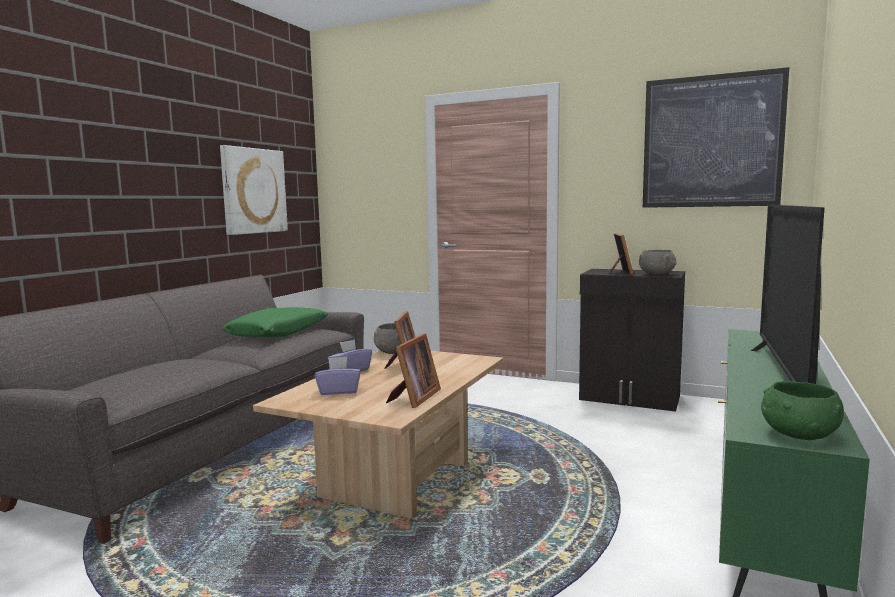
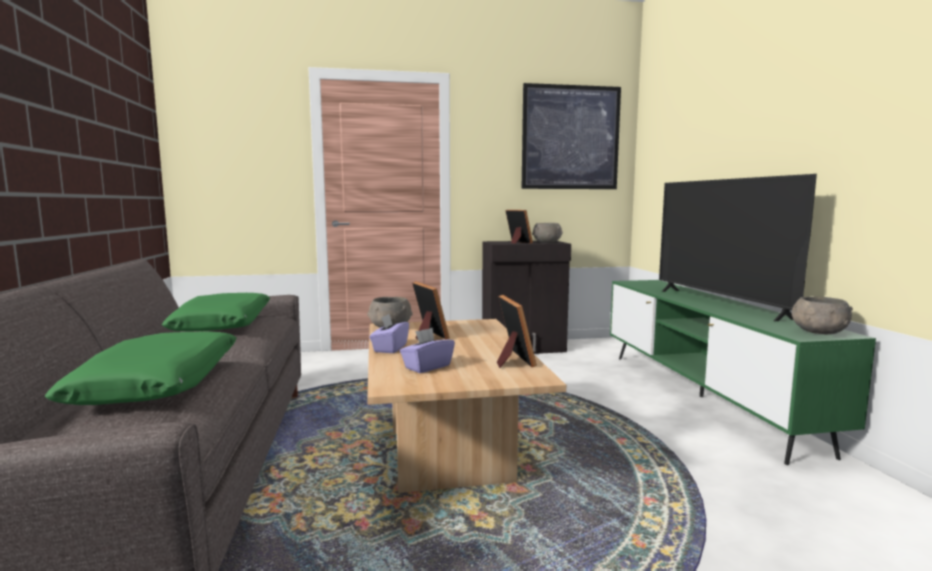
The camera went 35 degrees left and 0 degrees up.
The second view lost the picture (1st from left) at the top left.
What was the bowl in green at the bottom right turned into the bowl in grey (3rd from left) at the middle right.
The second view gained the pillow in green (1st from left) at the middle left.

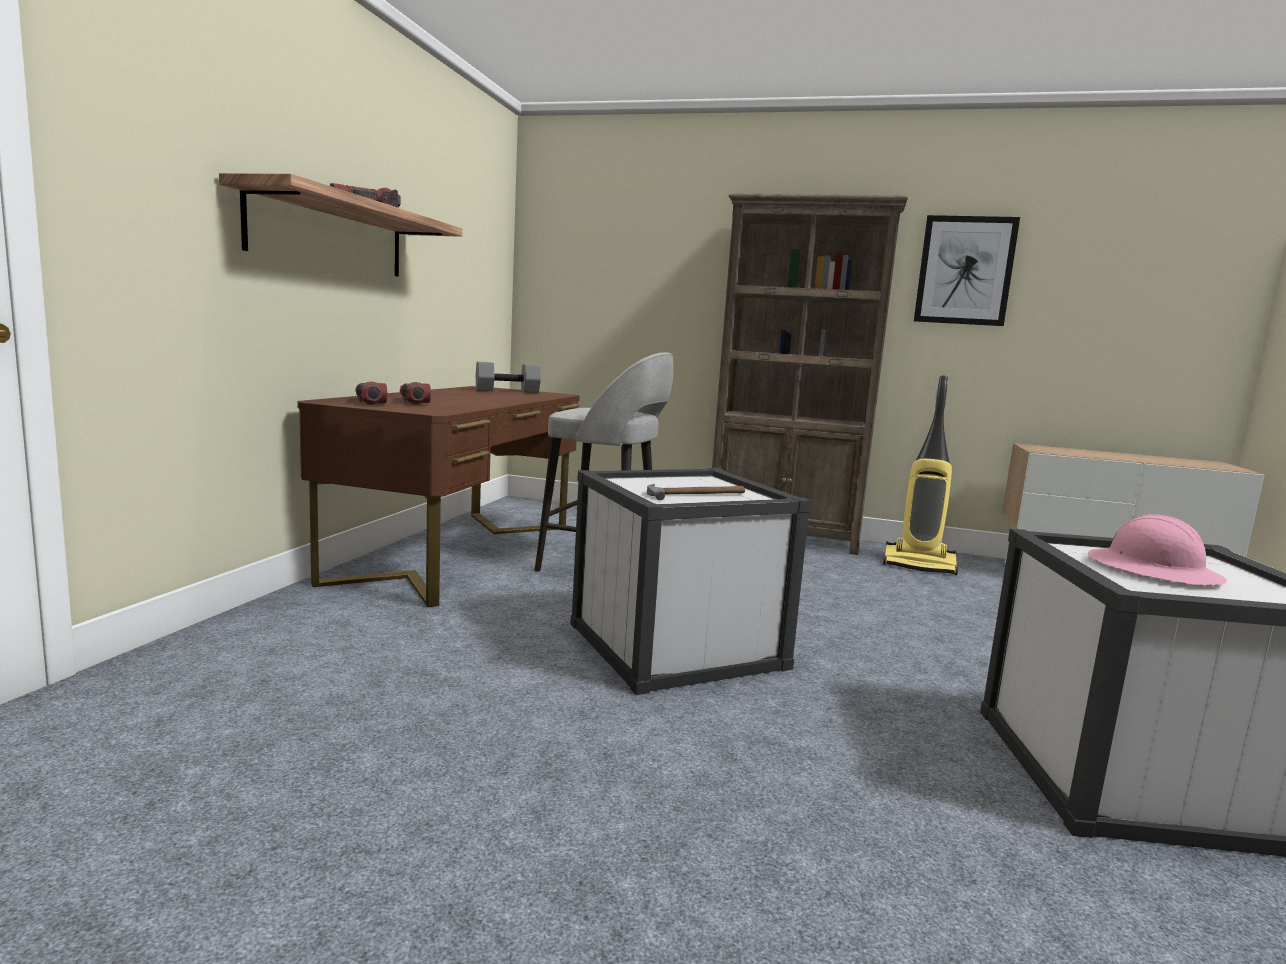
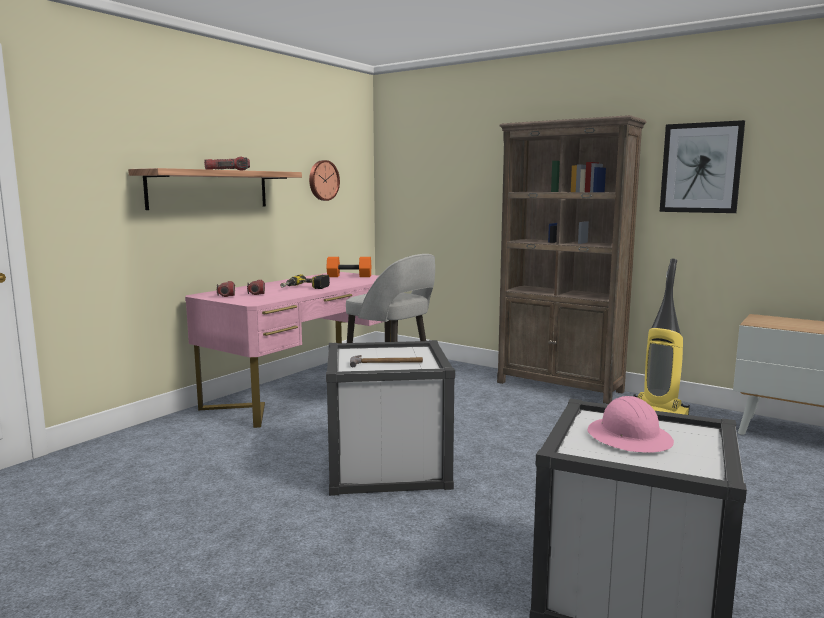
The camera went 20 degrees right and 0 degrees up.
What was the desk in brown at the centre turned into the desk in pink at the centre.
What was the dumbbell in grey at the centre turned into the dumbbell in orange at the centre.
The second view gained the power drill at the centre.
The second view gained the wall clock at the top centre.

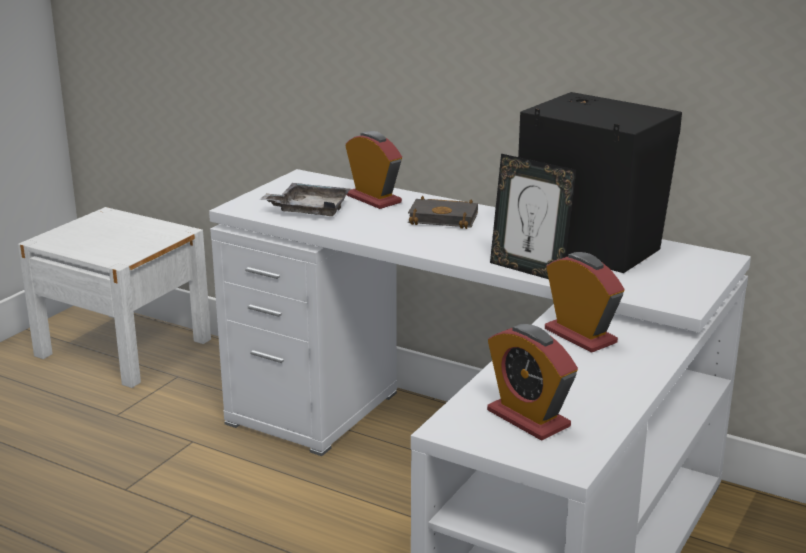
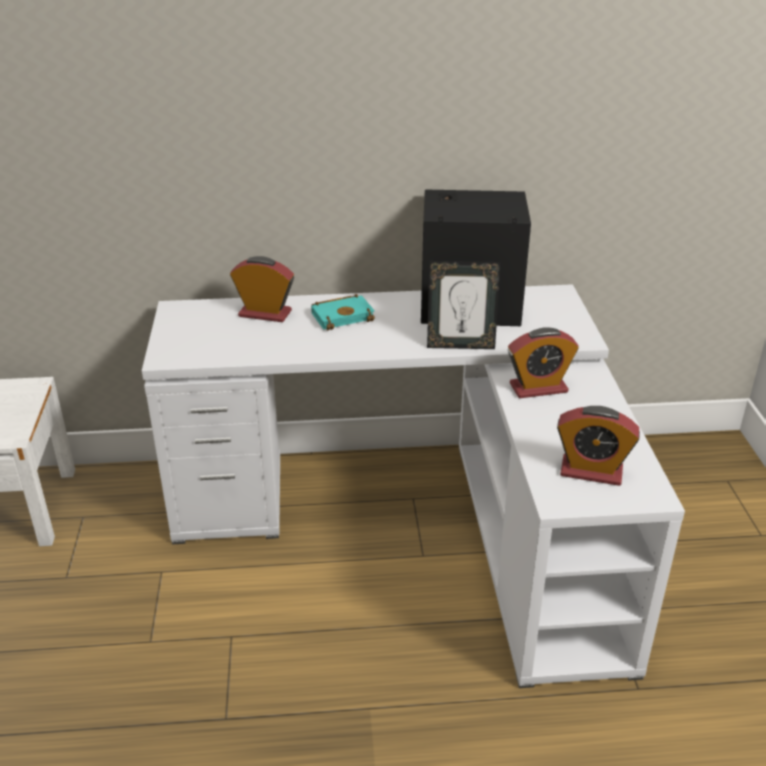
The camera went 35 degrees left and 10 degrees up.
The second view lost the tray in grey at the centre.
What was the book in black at the centre turned into the book in turquoise at the centre.
The alarm clock (3rd from left in the first image) at the middle right ended up facing another way, 150 degrees clockwise from before.

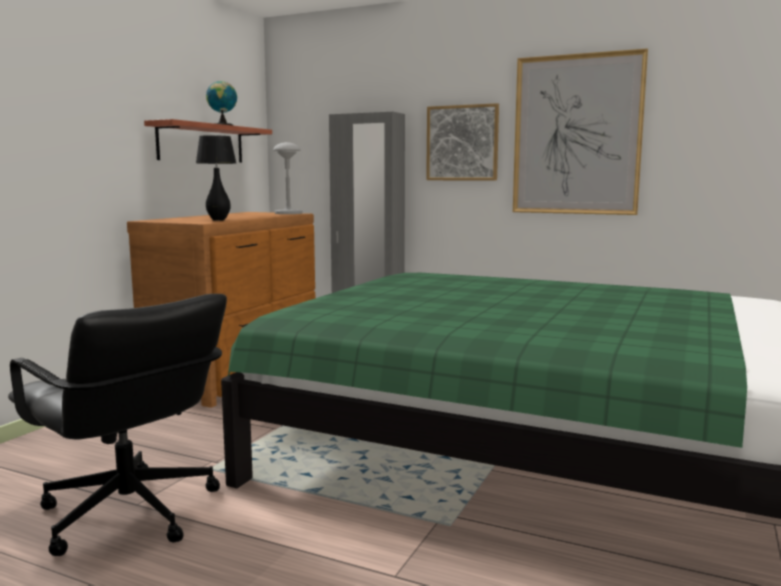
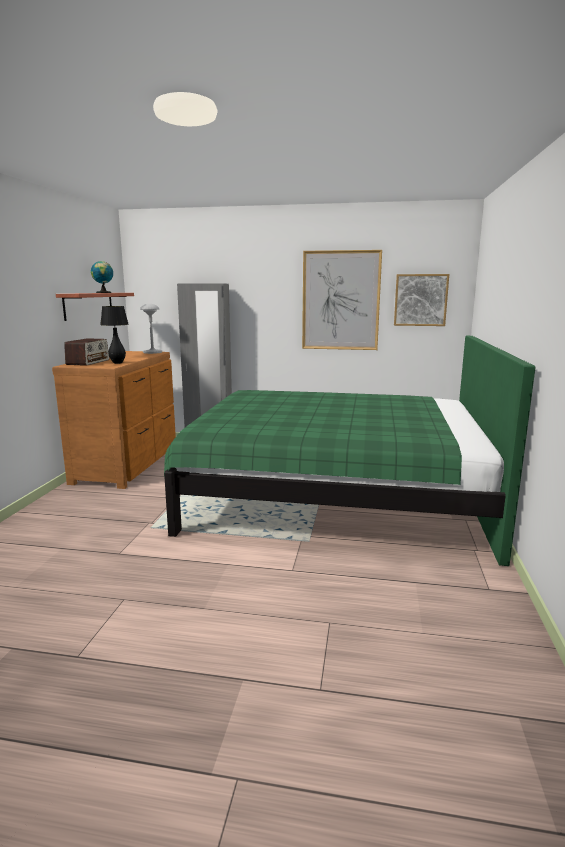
The camera went 15 degrees left and 5 degrees up.
The second view lost the office chair in black at the bottom left.
The picture (1st from left in the first image) ended up elsewhere, having gone from the top centre to the middle right.
The second view gained the radio at the middle left.

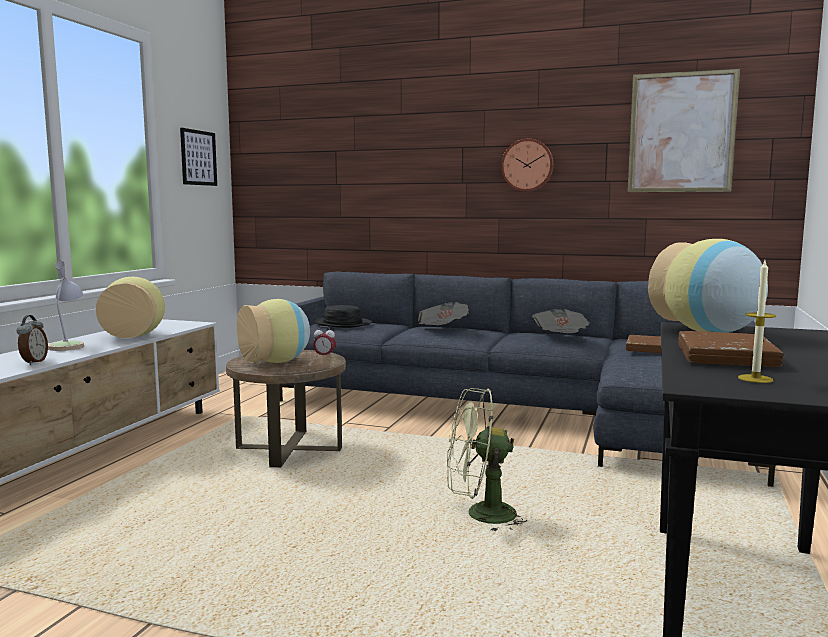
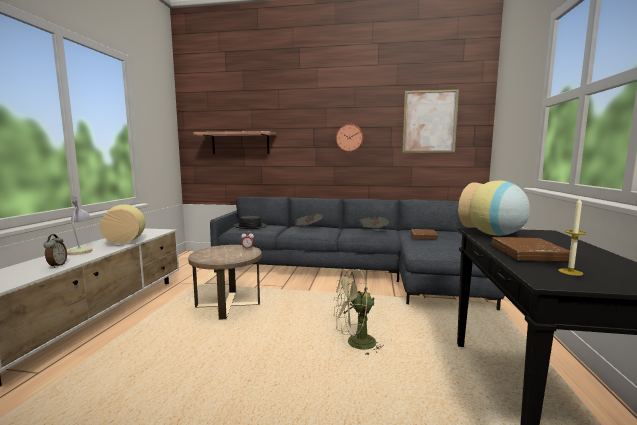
The camera went 10 degrees left and 0 degrees up.
The second view lost the picture (1st from left) at the top left.
The second view lost the vase (2nd from left) at the middle left.
The second view gained the shelf at the centre.

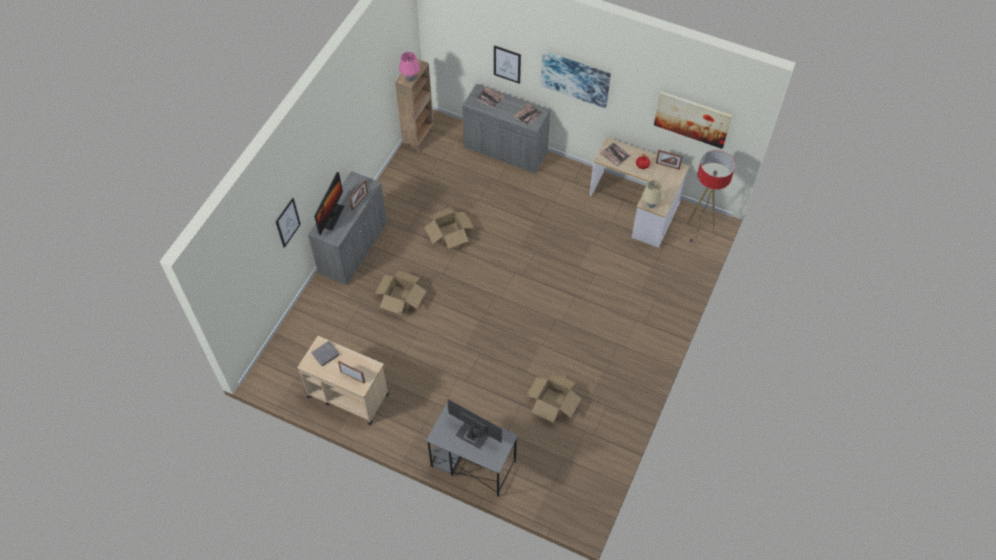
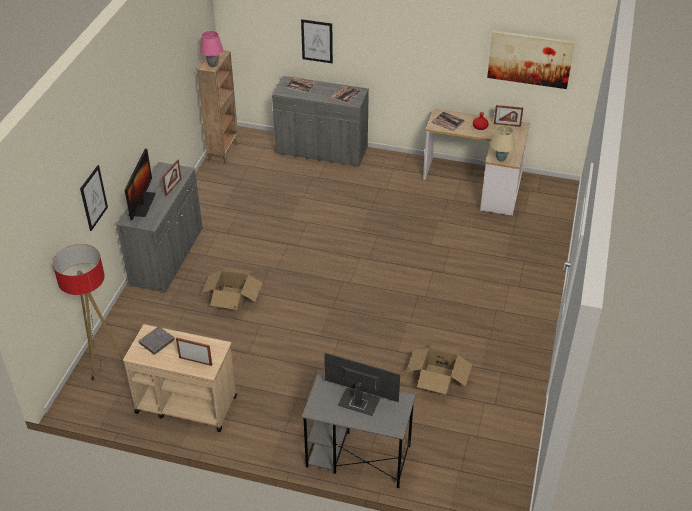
The camera went 10 degrees left and 15 degrees down.
The second view lost the cardboard box (2nd from left) at the centre.
The second view lost the picture (3rd from left) at the top centre.
The floor lamp ended up elsewhere, having gone from the middle right to the middle left.

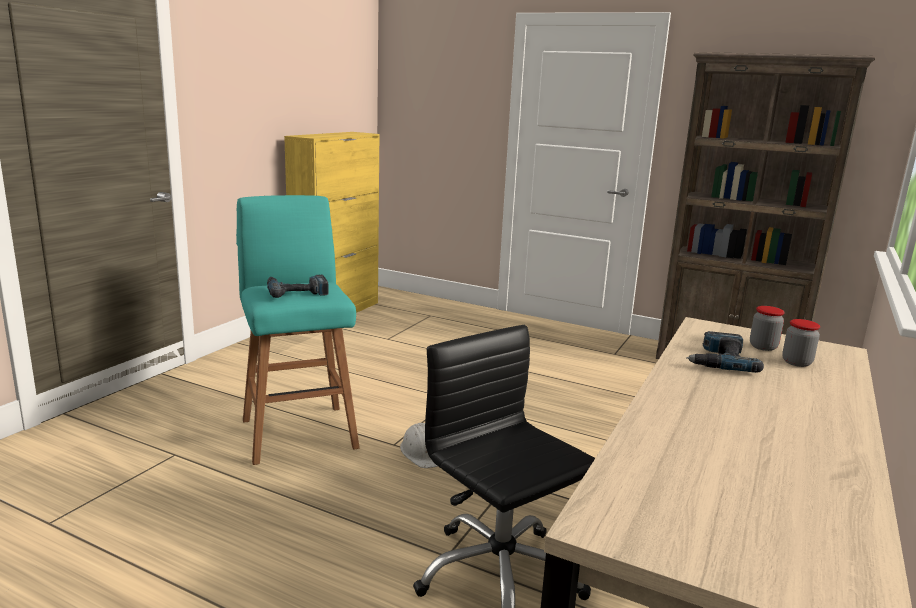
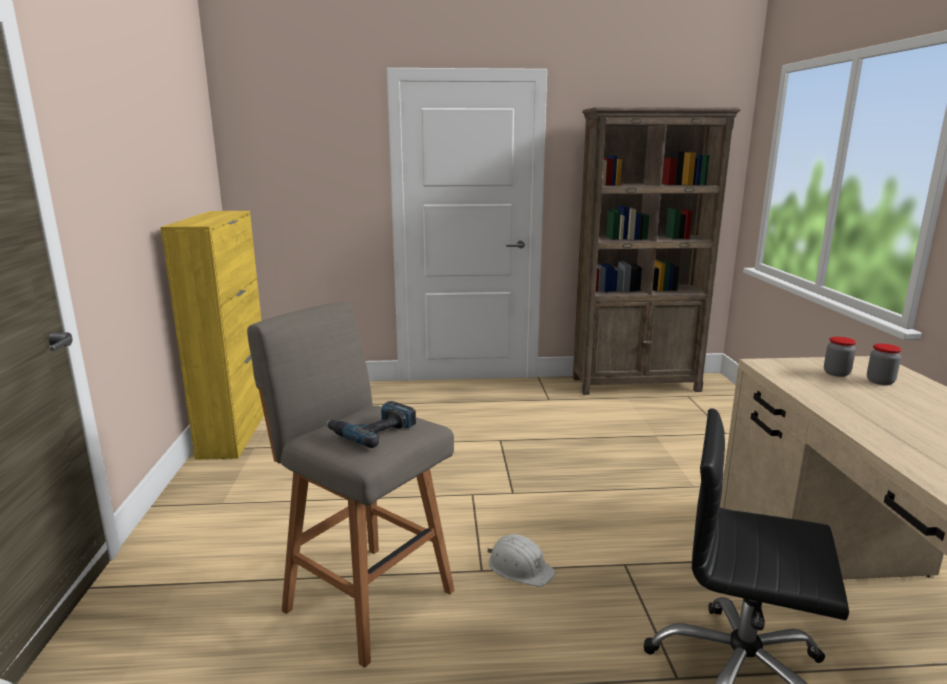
The camera went 30 degrees left and 0 degrees up.
What was the stool in turquoise at the middle left turned into the stool in grey at the bottom centre.
The second view lost the power drill (2nd from left) at the middle right.

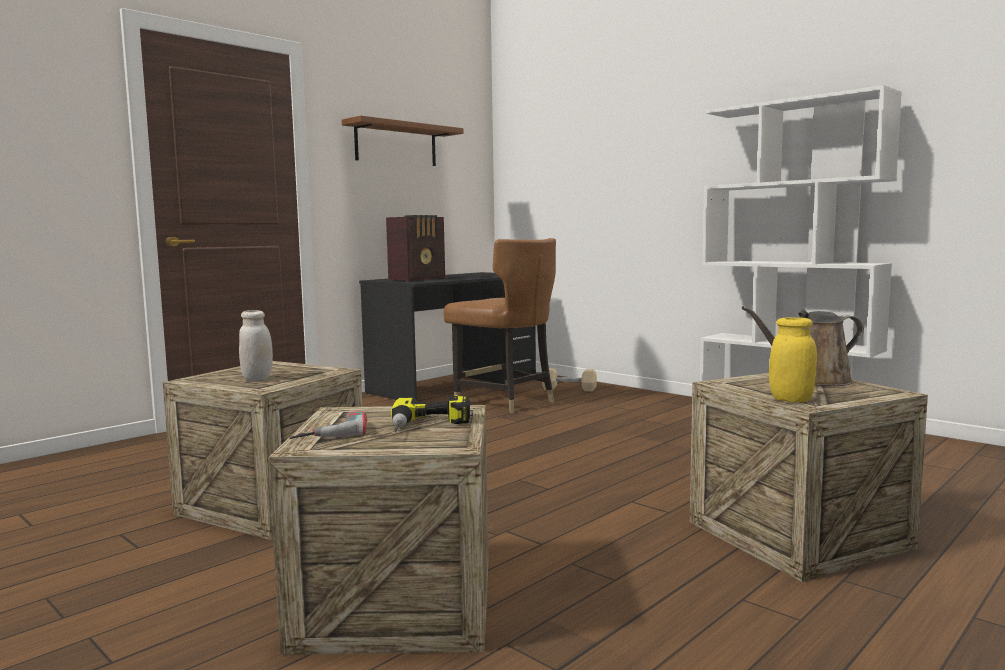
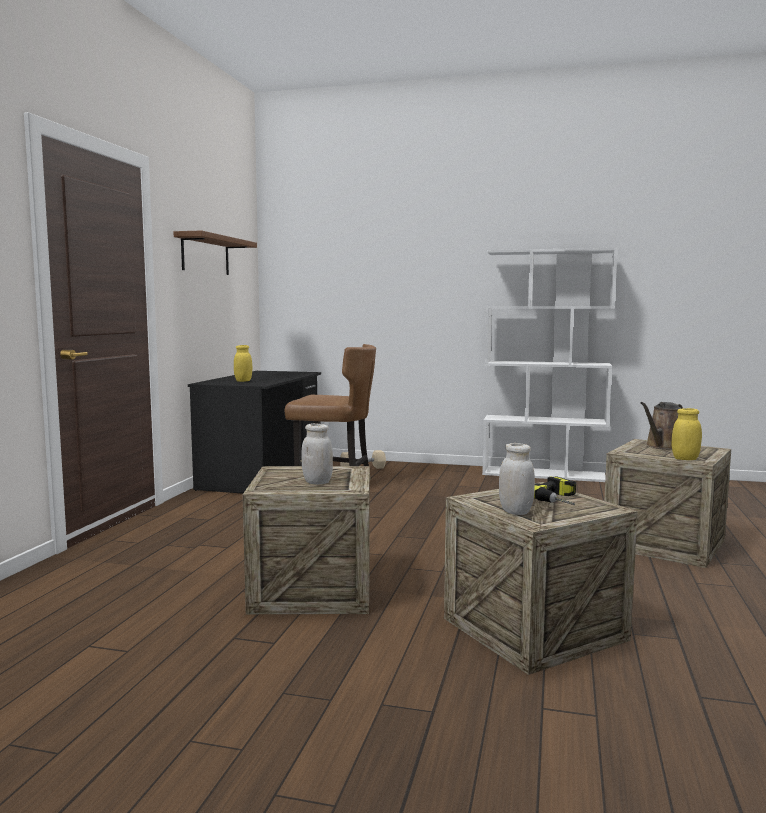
The camera went 30 degrees left and 0 degrees up.
Where the power drill (1st from left) stood at the middle left, the jar in white (2nd from left) came to stand at the middle right.
Where the radio stood at the centre, the jar in yellow (1st from left) came to stand at the middle left.

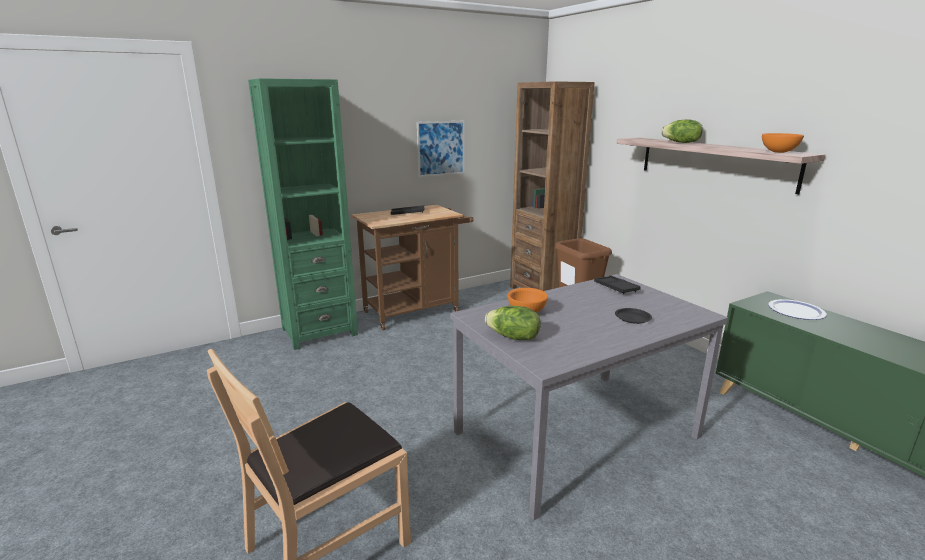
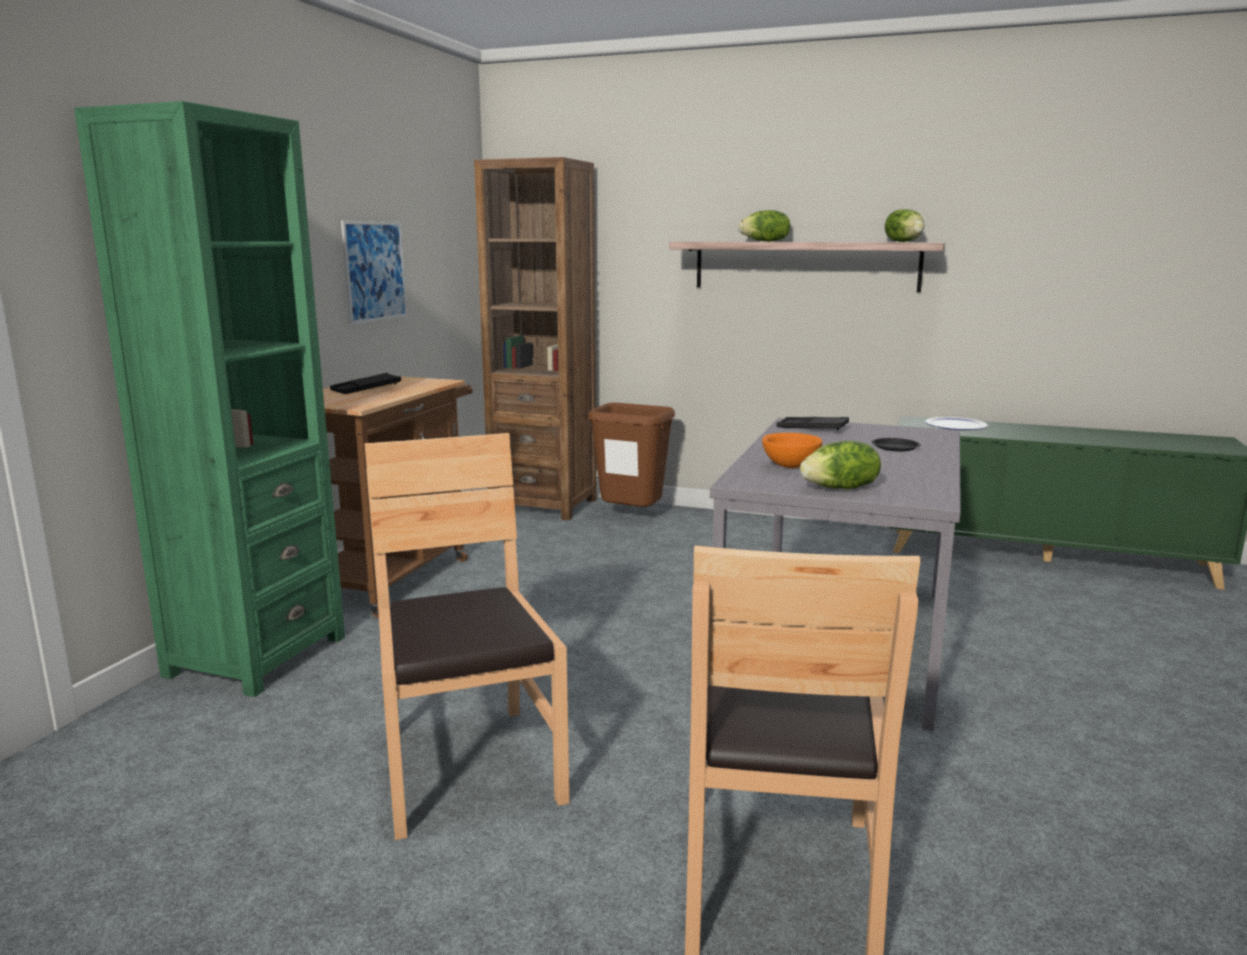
The camera went 40 degrees left and 5 degrees down.
Where the bowl in orange (2nd from left) stood at the top right, the lettuce (3rd from left) came to stand at the top right.
The second view gained the chair in brown (1st from left) at the centre.

